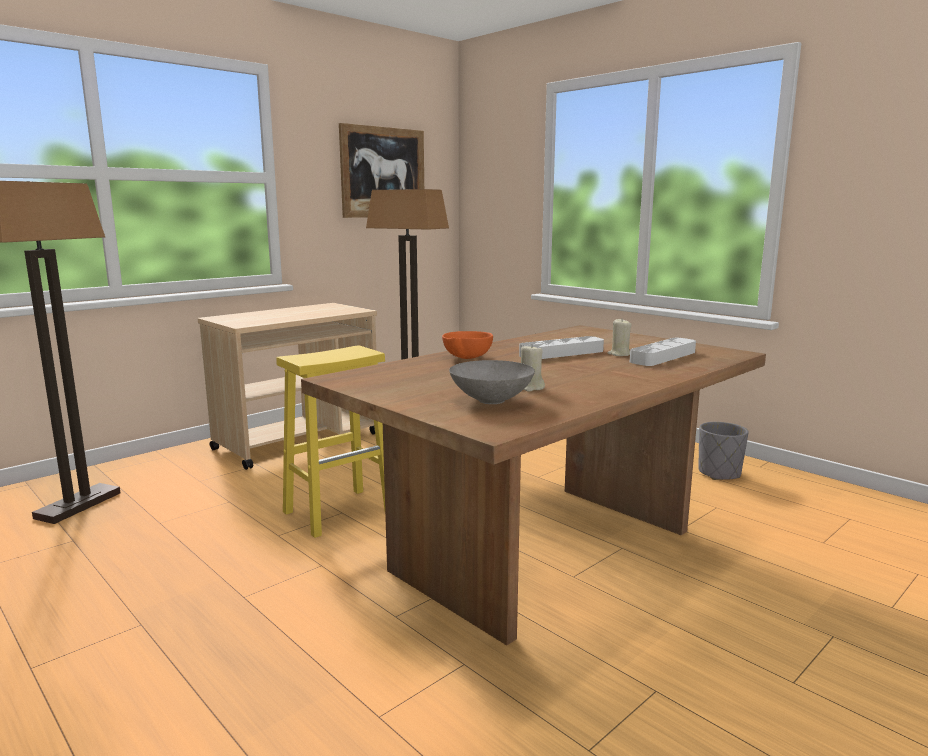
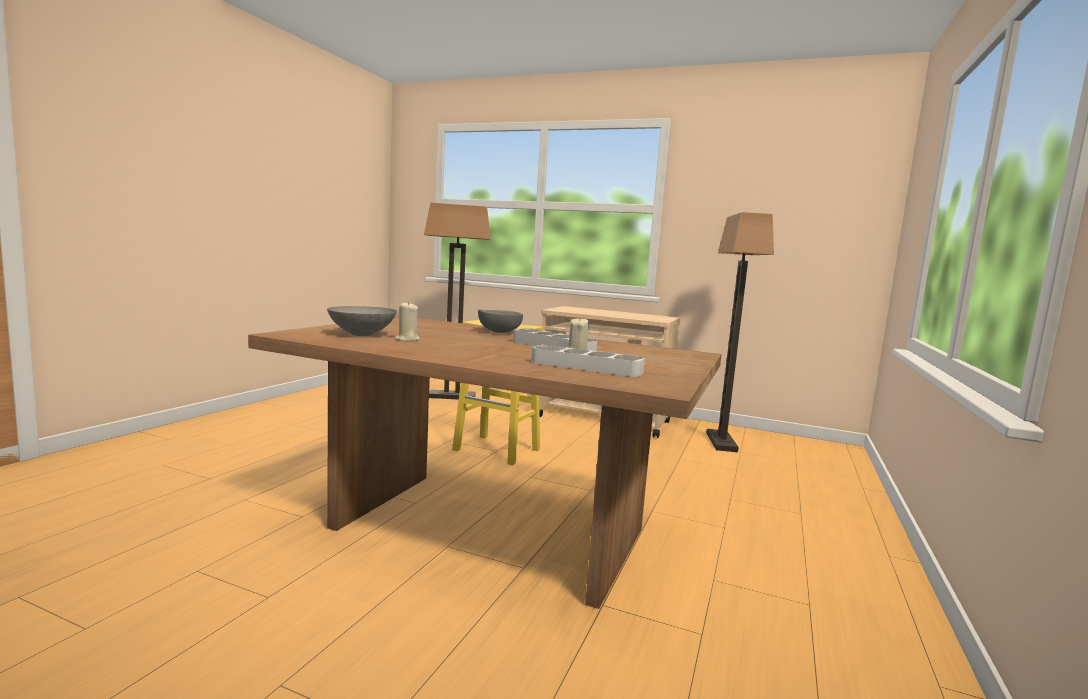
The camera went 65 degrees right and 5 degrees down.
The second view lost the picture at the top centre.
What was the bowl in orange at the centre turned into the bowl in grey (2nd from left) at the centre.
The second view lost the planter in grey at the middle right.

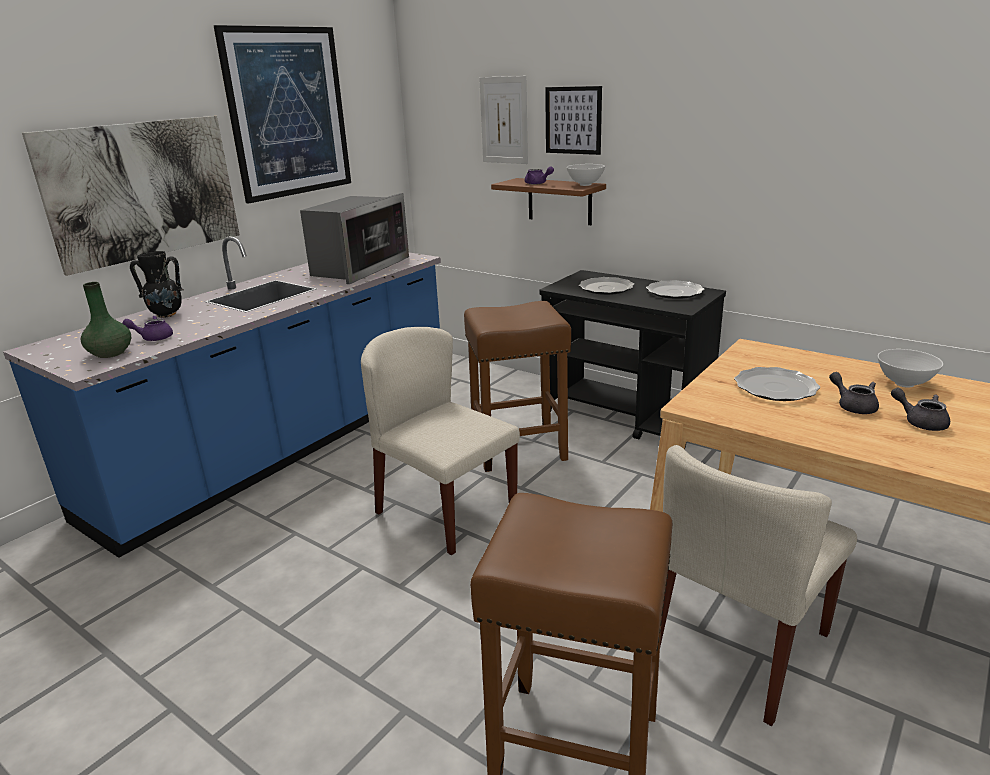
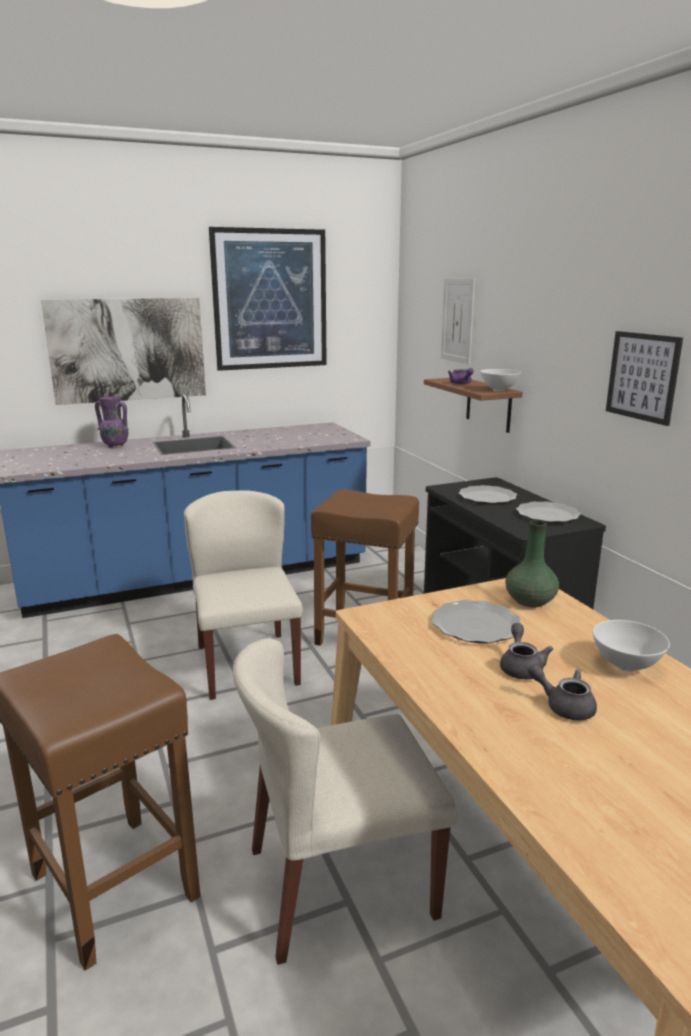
The camera went 30 degrees right and 5 degrees down.
The vase in green ended up elsewhere, having gone from the middle left to the middle right.
The second view lost the teapot in purple (1st from left) at the middle left.
What was the vase in black at the middle left turned into the vase in purple at the middle left.
The second view lost the microwave at the top centre.
The picture (4th from left) ended up elsewhere, having gone from the top centre to the middle right.
The teapot in grey (2nd from left) at the middle right ended up facing another way, 45 degrees counterclockwise from before.

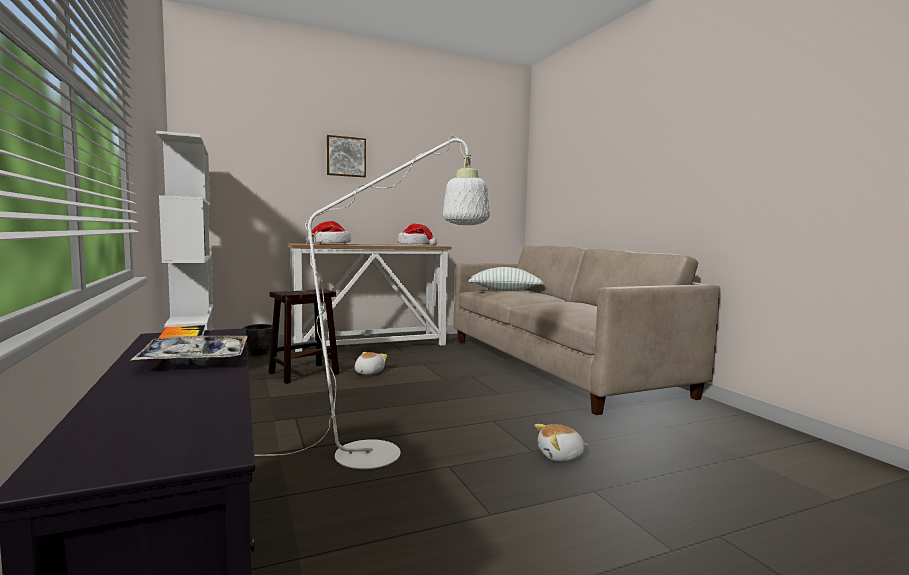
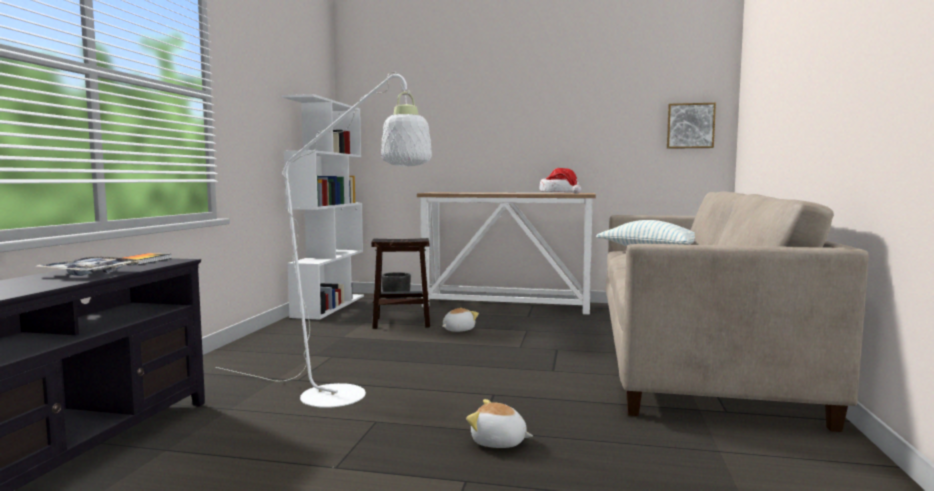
The camera went 35 degrees right and 0 degrees up.
The second view lost the hat (1st from left) at the centre.
The picture ended up elsewhere, having gone from the top centre to the top right.

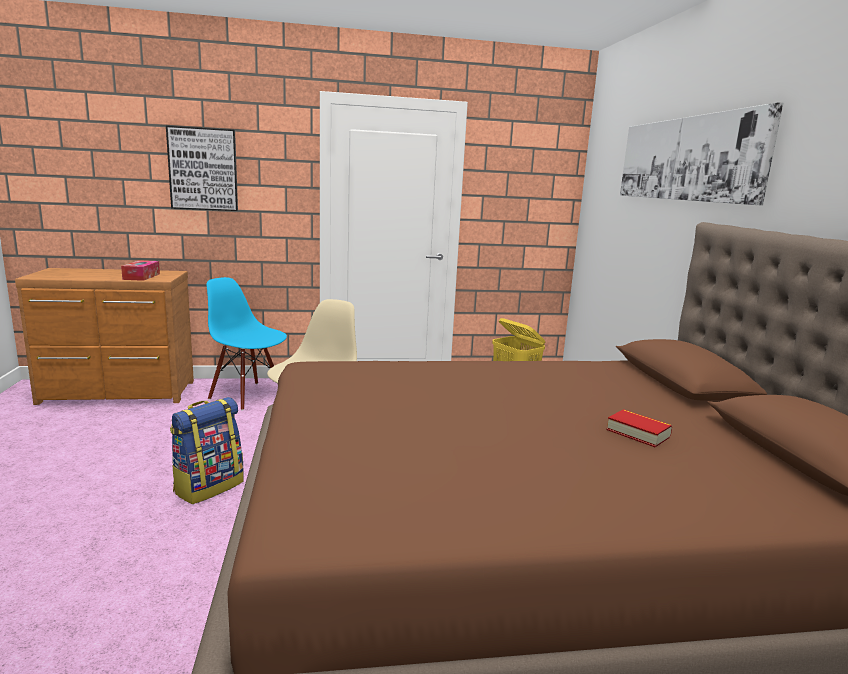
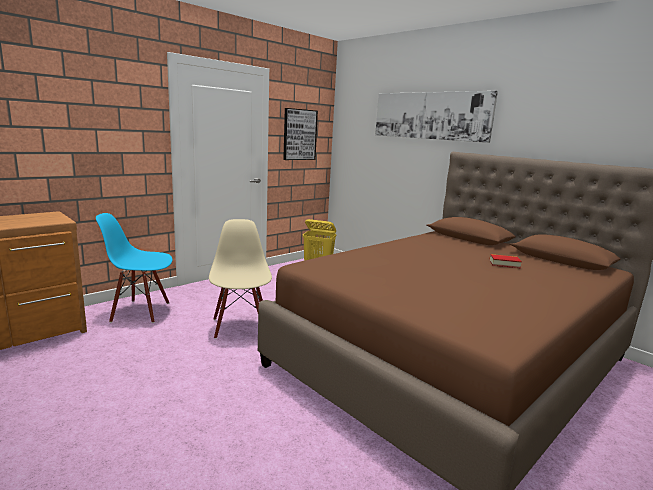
The camera went 35 degrees left and 0 degrees up.
The second view lost the tissue box at the middle left.
The picture (1st from left) ended up elsewhere, having gone from the top left to the top centre.
The second view lost the backpack at the bottom left.

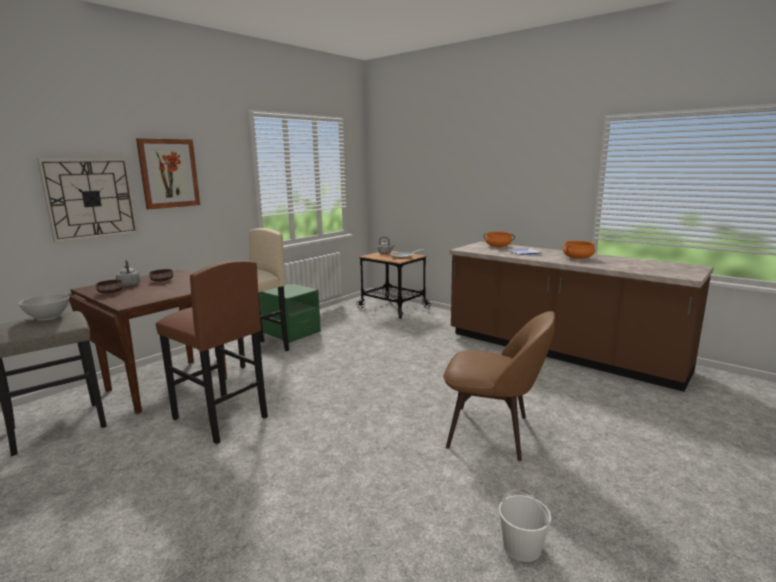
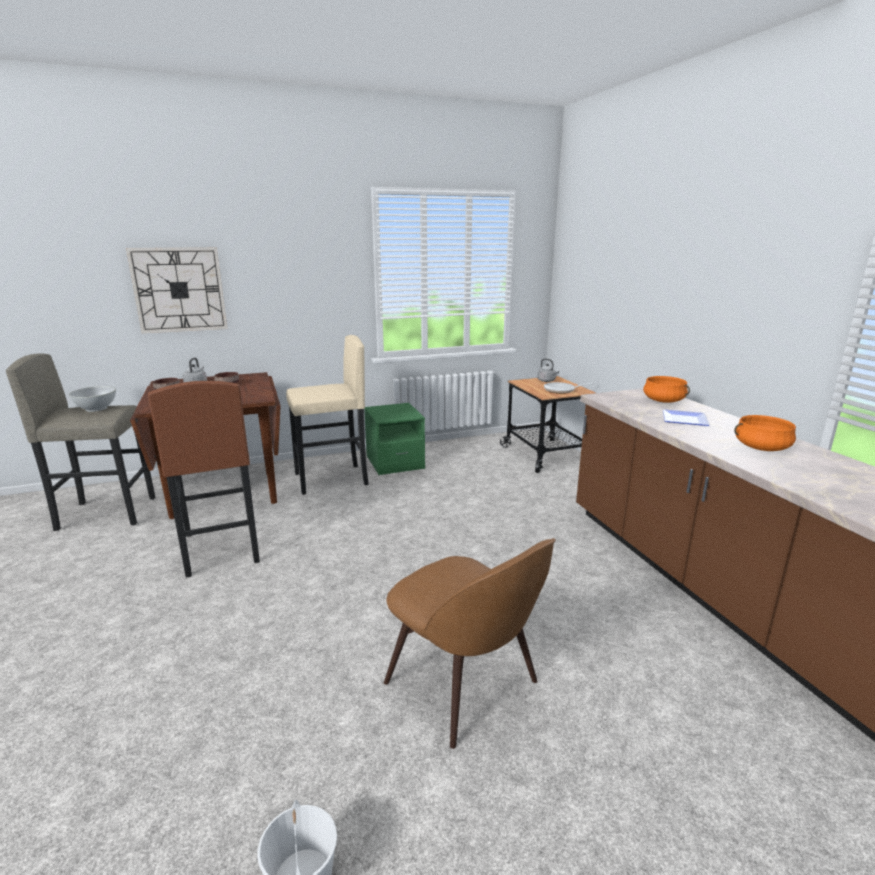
The camera went 30 degrees right and 5 degrees up.
The second view lost the picture at the top left.

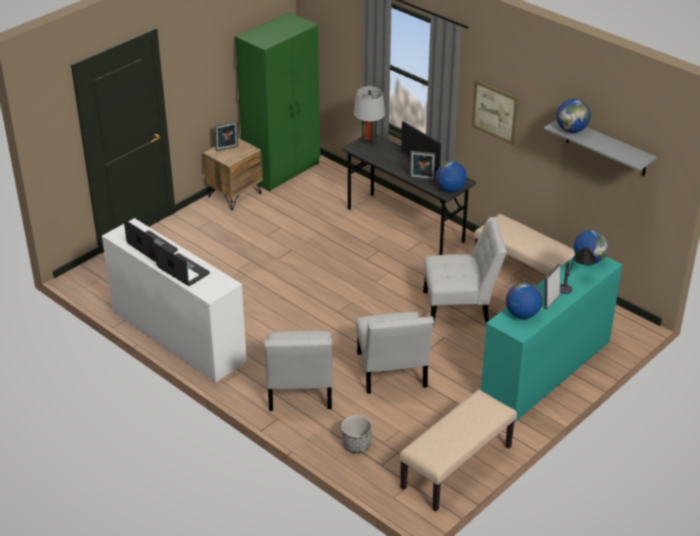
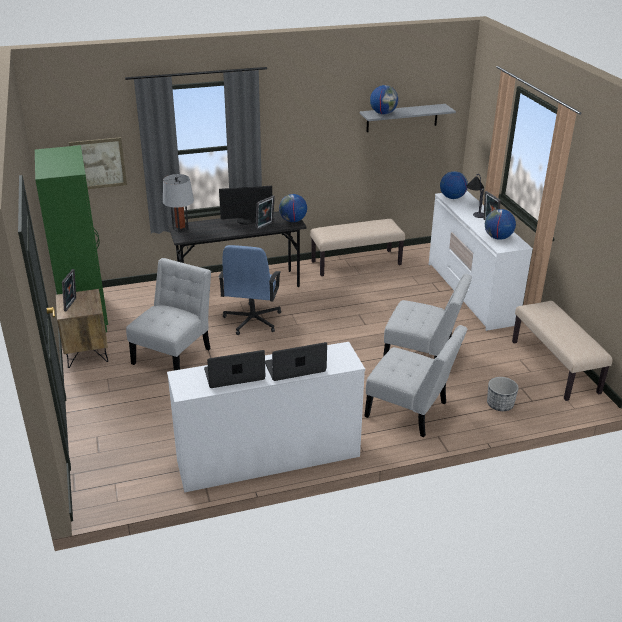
The camera went 60 degrees left and 5 degrees down.
The chair in white (3rd from left in the first image) ended up elsewhere, having gone from the centre to the middle left.
The picture ended up elsewhere, having gone from the top right to the top left.
What was the dresser in turquoise at the middle right turned into the dresser in white (2nd from left) at the middle right.
The second view gained the office chair in blue at the centre.

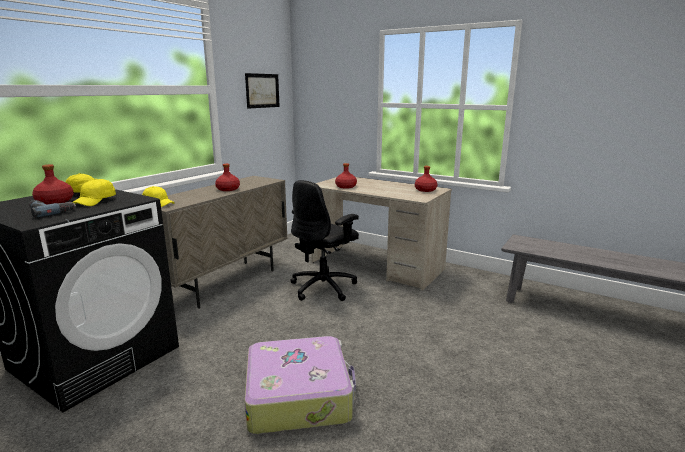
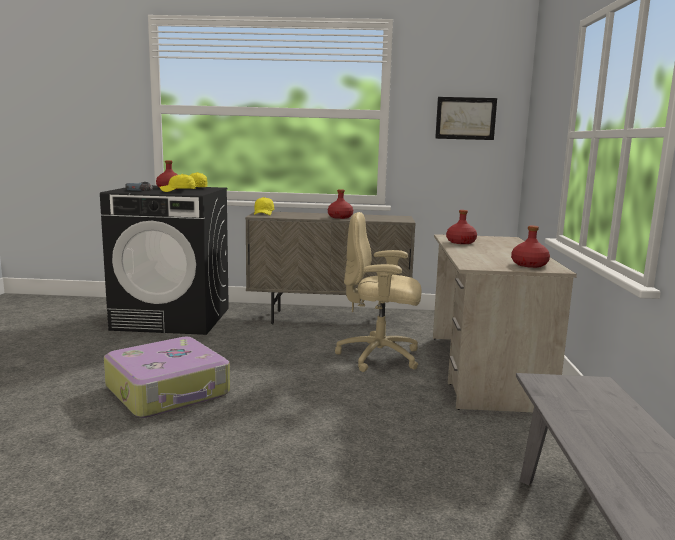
The camera went 60 degrees right and 5 degrees down.
What was the office chair in black at the centre turned into the office chair in beige at the centre.

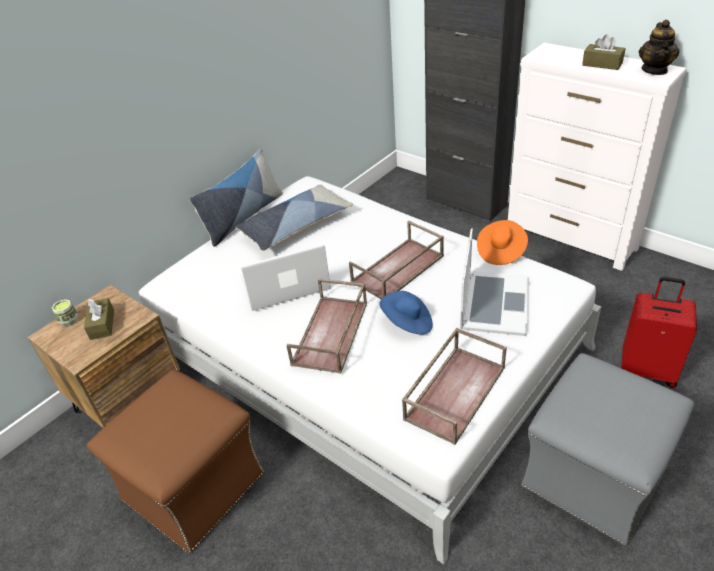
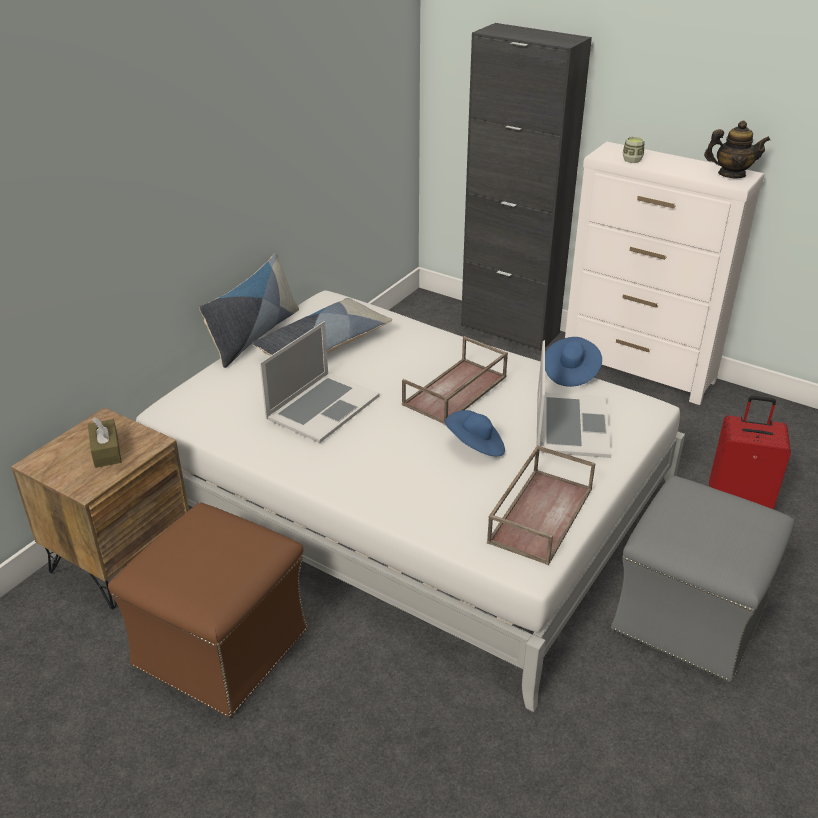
The camera went 10 degrees left and 5 degrees down.
The cup ended up elsewhere, having gone from the middle left to the top right.
The laptop (1st from left) at the centre ended up facing another way, 150 degrees clockwise from before.
The second view lost the tray in brown (1st from left) at the centre.
What was the hat in orange at the middle right turned into the hat in blue (2nd from left) at the middle right.
The second view lost the tissue box in brown (2nd from left) at the top right.
The teapot at the top right ended up facing another way, 90 degrees counterclockwise from before.

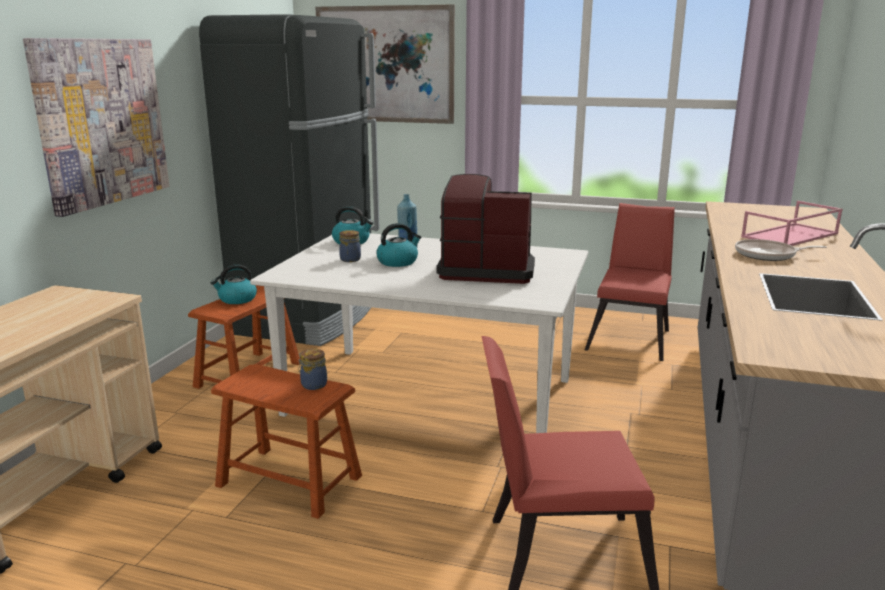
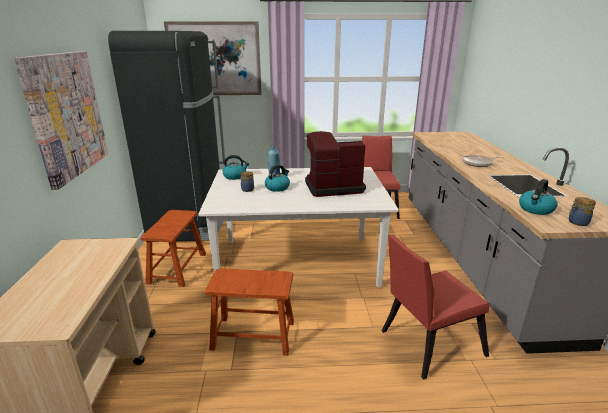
The camera went 20 degrees left and 5 degrees up.
The kettle (1st from left in the first image) ended up elsewhere, having gone from the middle left to the middle right.
The jar (1st from left in the first image) ended up elsewhere, having gone from the centre to the middle right.
The second view lost the tray in pink at the middle right.

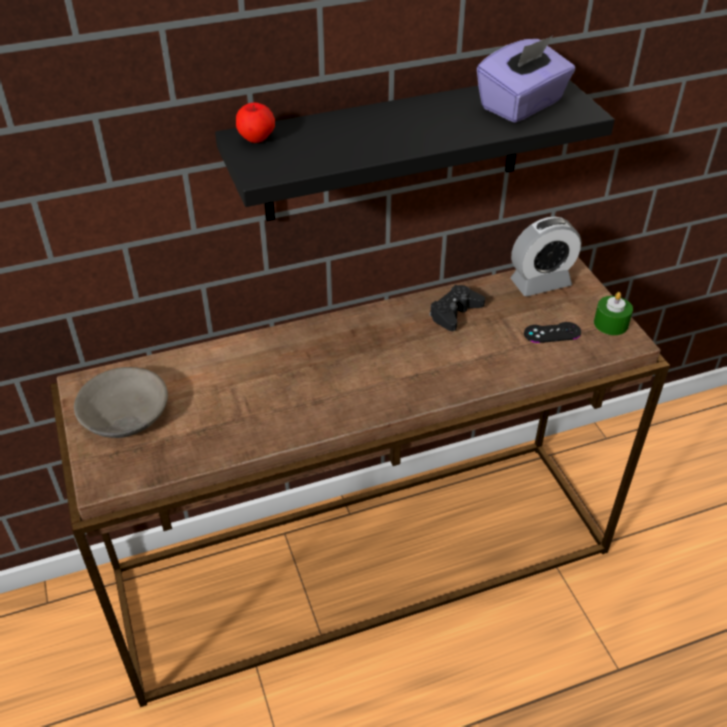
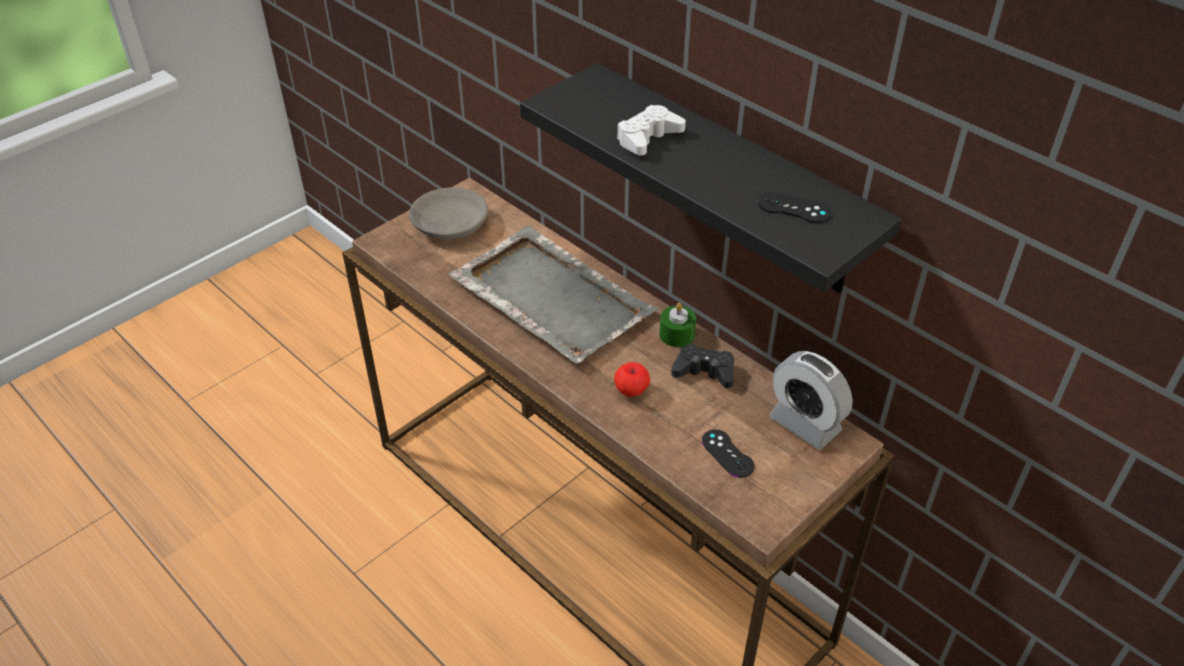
The camera went 65 degrees right and 0 degrees up.
The apple ended up elsewhere, having gone from the top centre to the centre.
Where the tissue box in purple stood at the top right, the game controller in black (3rd from left) came to stand at the top right.
The candle in green ended up elsewhere, having gone from the middle right to the centre.
The second view gained the tray in grey at the centre.
The second view gained the game controller in white at the top centre.

